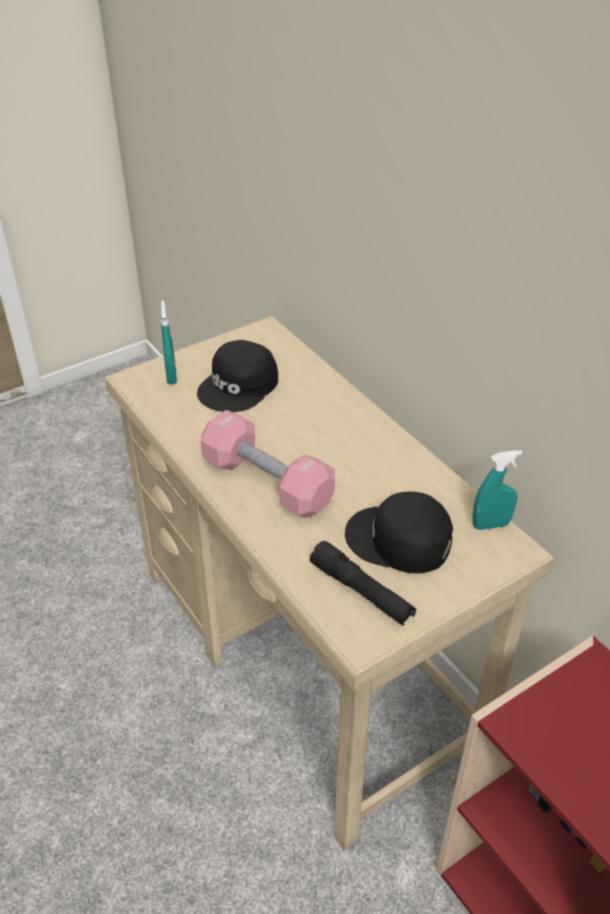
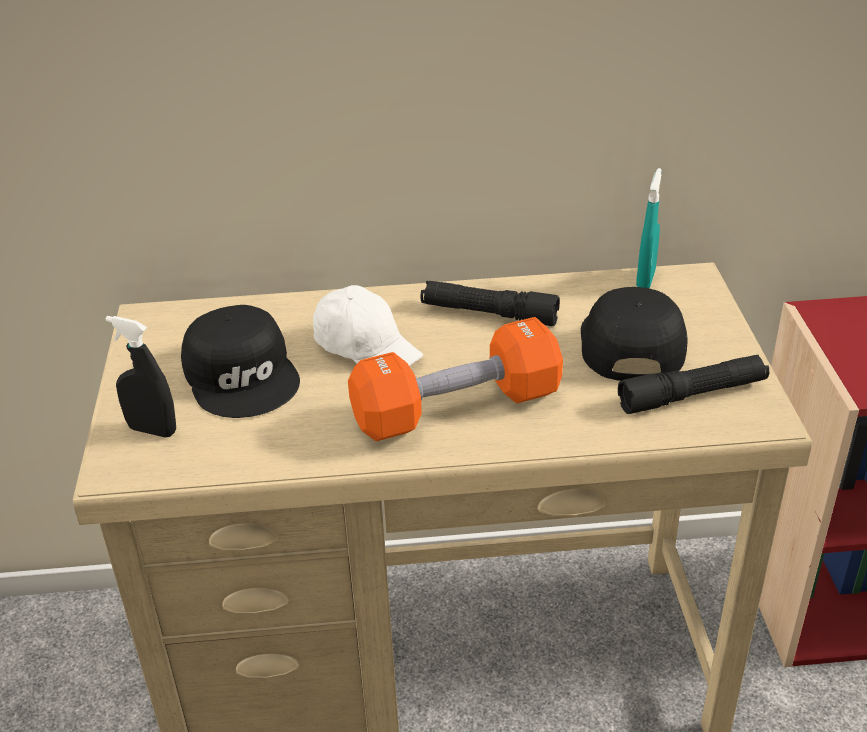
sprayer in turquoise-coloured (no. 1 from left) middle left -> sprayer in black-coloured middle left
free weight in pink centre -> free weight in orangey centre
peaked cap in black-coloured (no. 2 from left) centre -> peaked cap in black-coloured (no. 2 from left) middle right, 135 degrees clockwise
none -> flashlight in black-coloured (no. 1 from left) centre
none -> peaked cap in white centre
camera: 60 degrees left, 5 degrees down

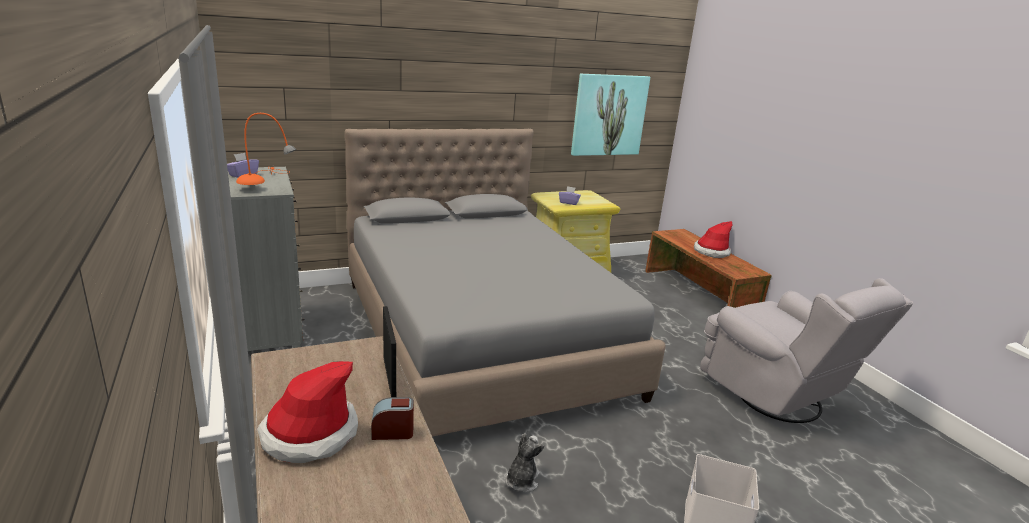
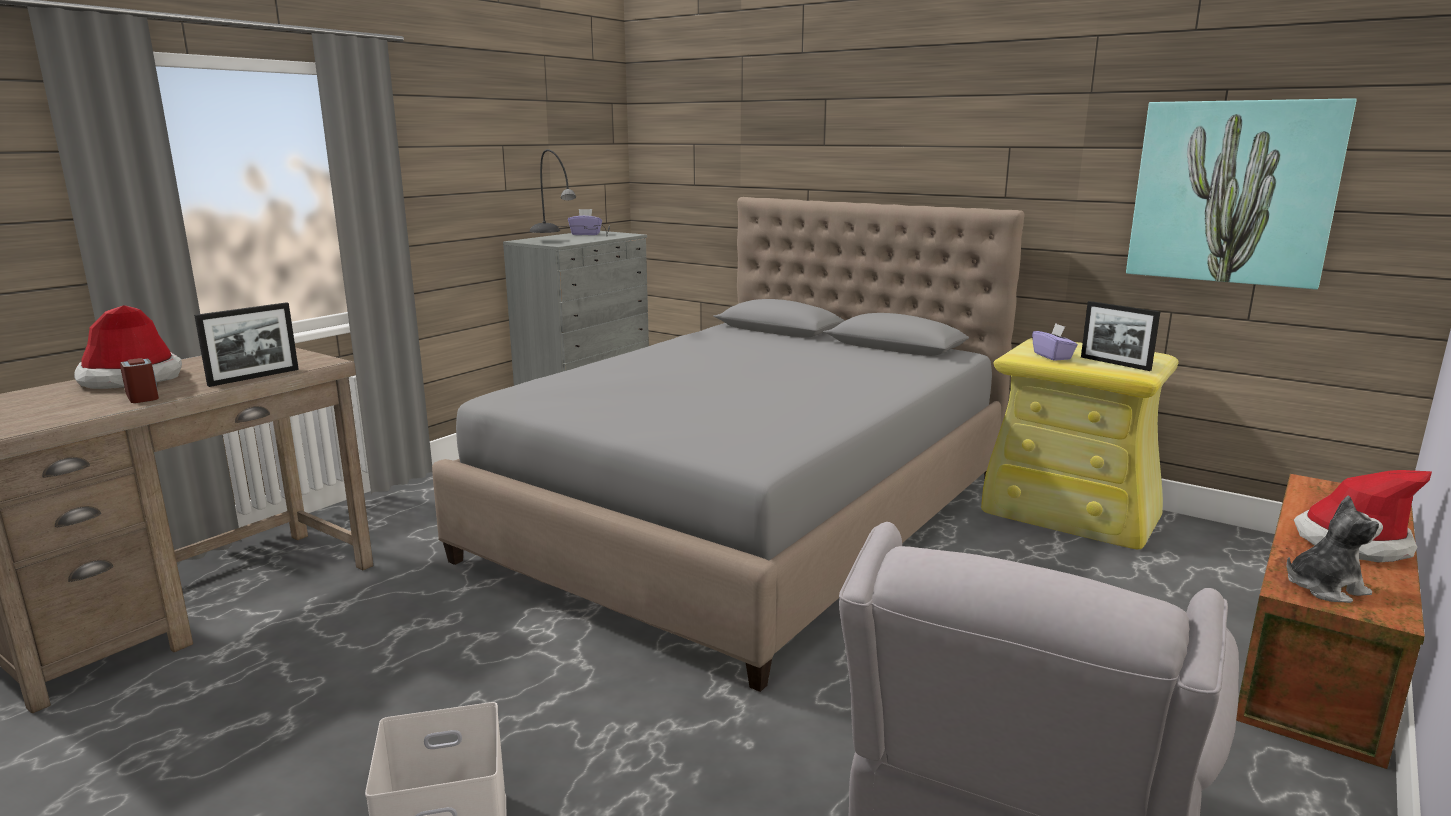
table lamp in orangey top left -> table lamp in greyish top centre
plush toy bottom centre -> plush toy bottom right, relocated
none -> picture frame (no. 2 from left) middle right
camera: 60 degrees right, 5 degrees down

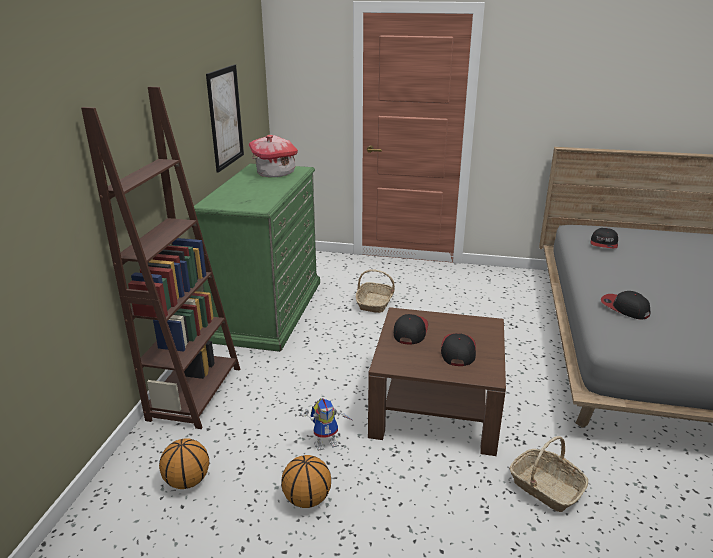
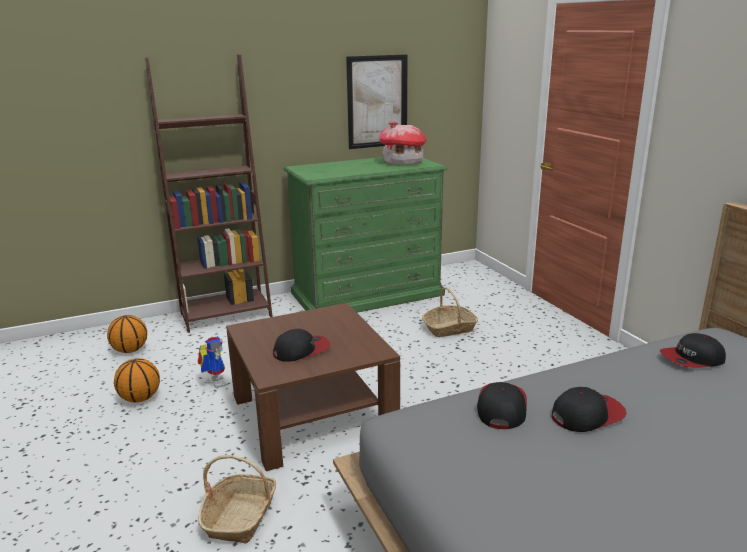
peaked cap (no. 1 from left in the first image) centre -> peaked cap (no. 3 from left) bottom right, relocated
toy robot bottom centre -> toy robot middle left, 150 degrees counterclockwise
camera: 55 degrees right, 5 degrees down

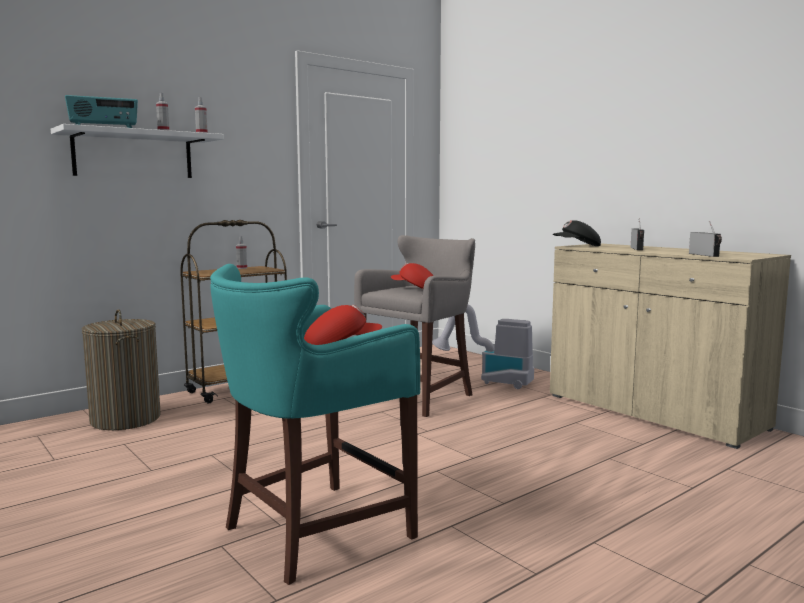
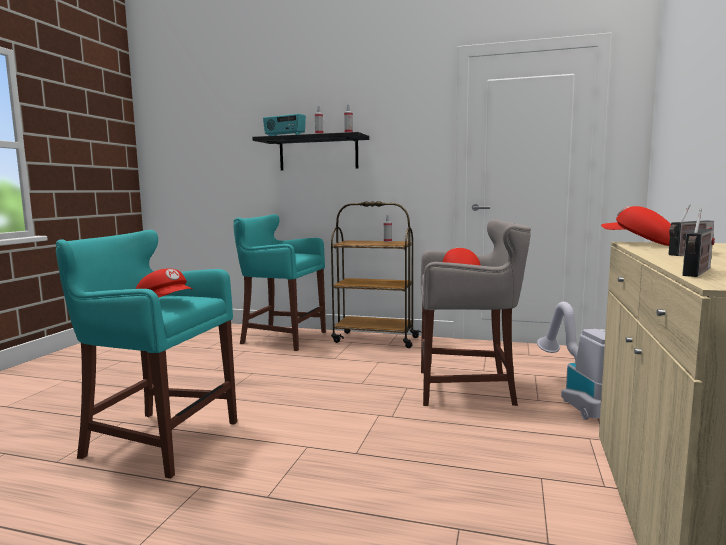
shelf in white top left -> shelf in black-coloured top centre
peaked cap in black-coloured middle right -> peaked cap in red (no. 3 from left) middle right
washing basket middle left -> stool in turquoise-coloured (no. 2 from left) centre
camera: 55 degrees right, 0 degrees up

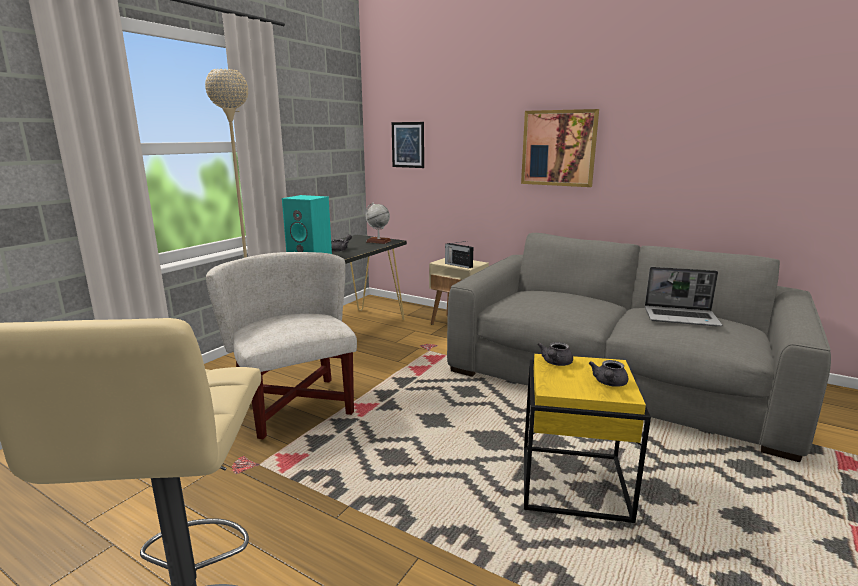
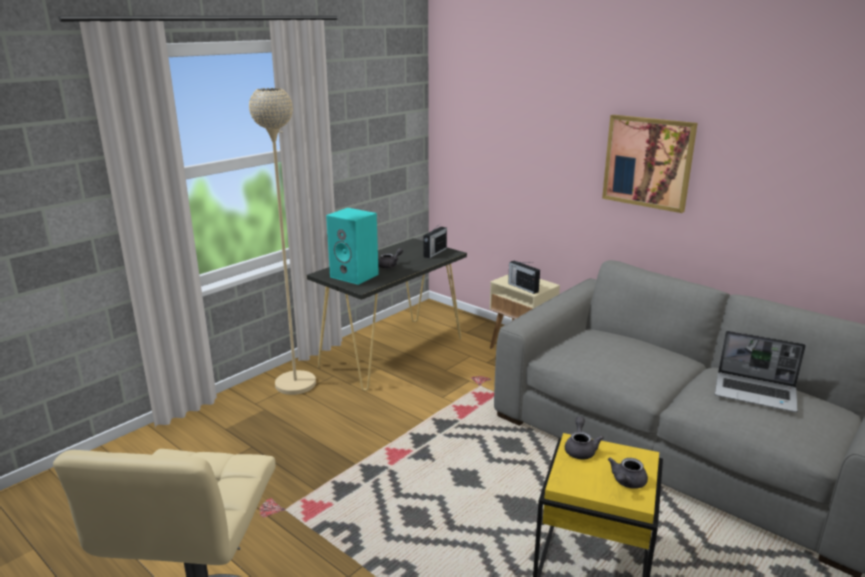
picture (no. 1 from left) top centre -> none
world globe centre -> radio set (no. 1 from left) centre
armchair in white middle left -> none
pot for tea in greyish (no. 2 from left) centre -> pot for tea in greyish (no. 2 from left) bottom right, 150 degrees clockwise
camera: 10 degrees right, 5 degrees up

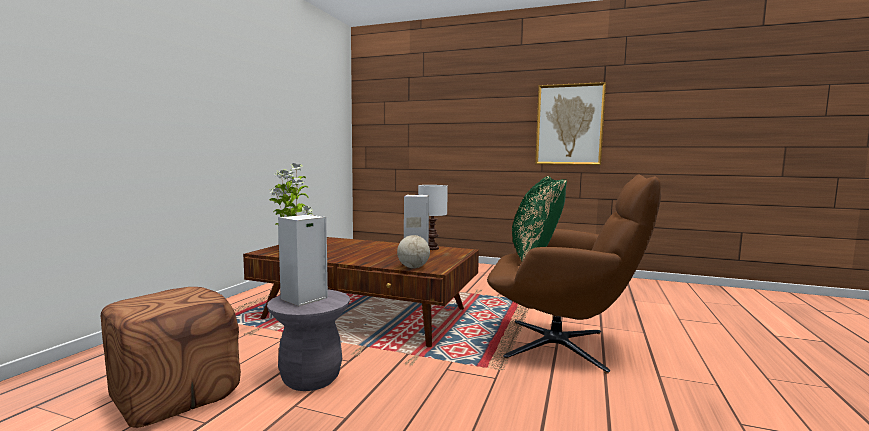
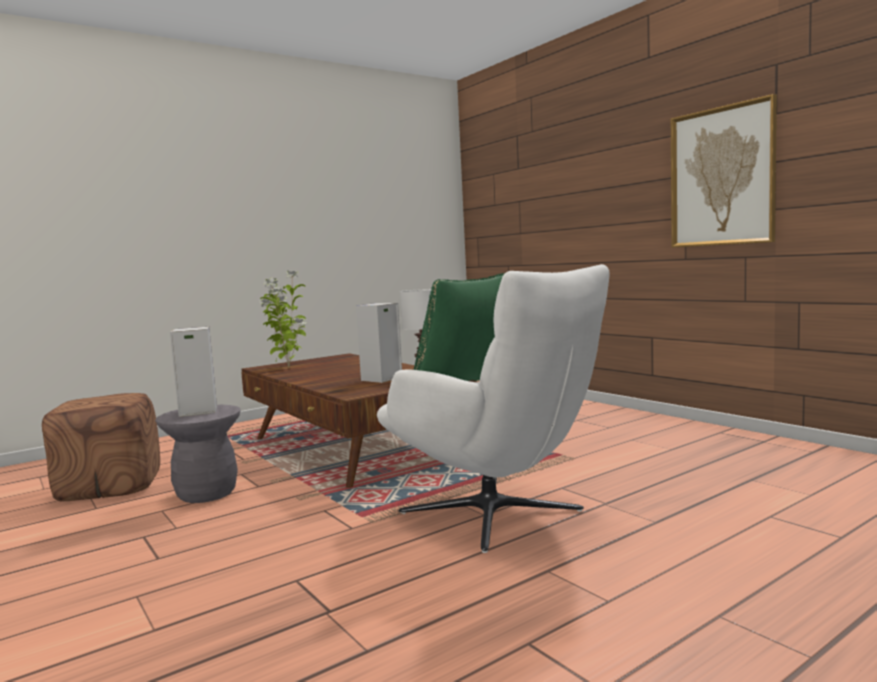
armchair in brown-coloured centre -> armchair in white centre
world globe centre -> none
camera: 35 degrees right, 0 degrees up

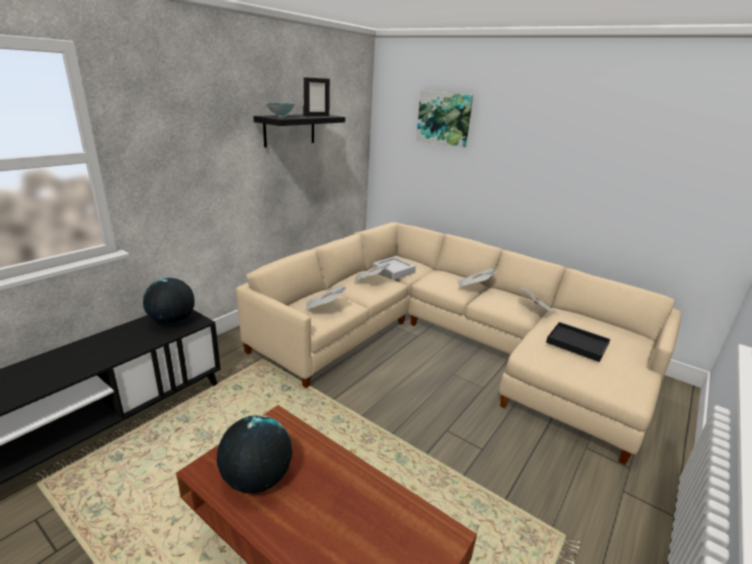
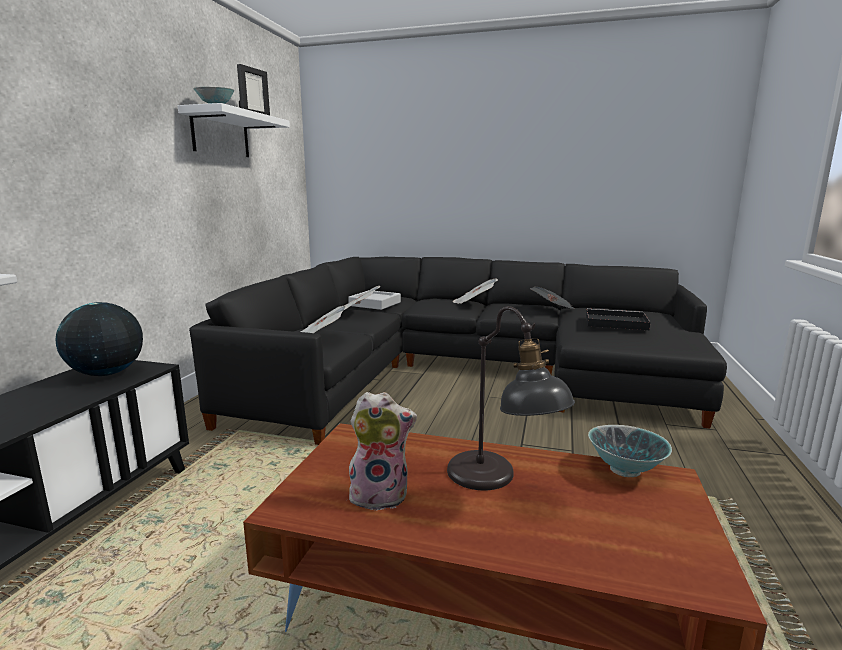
picture top centre -> none
shelf in black-coloured top centre -> shelf in white top left
couch in beige-coloured centre -> couch in black-coloured centre
world globe (no. 2 from left) bottom centre -> plush toy bottom centre
none -> table lamp in greyish centre
none -> bowl (no. 2 from left) bottom right
camera: 20 degrees left, 10 degrees down

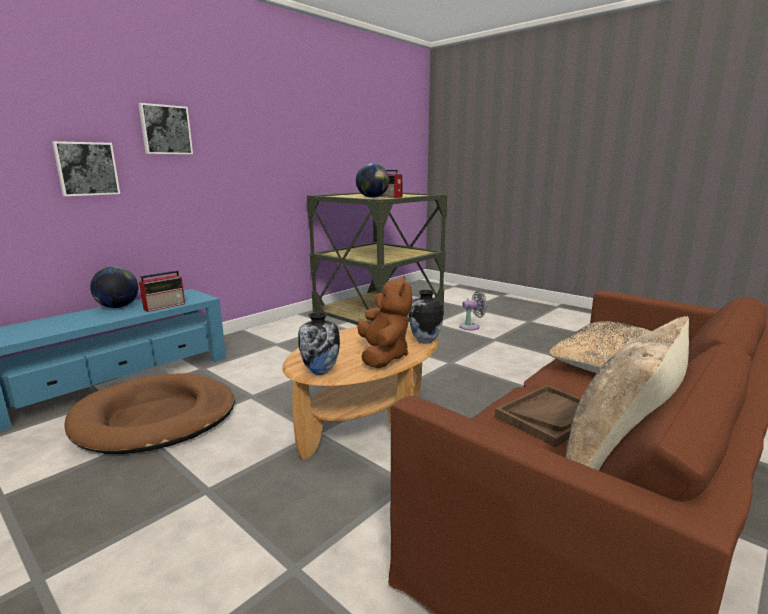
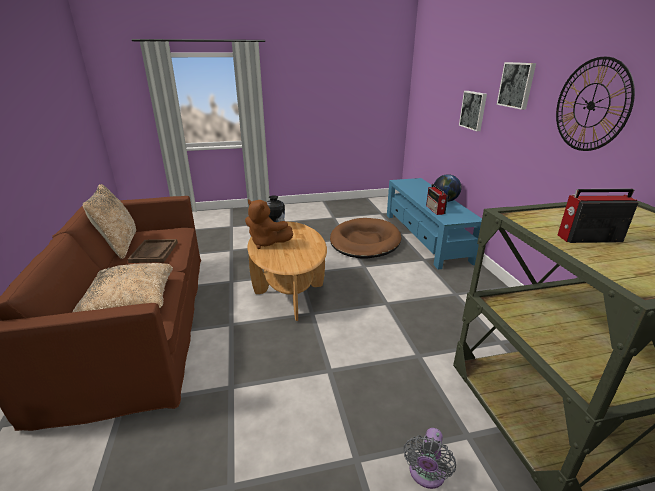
world globe (no. 2 from left) top centre -> none
vase (no. 2 from left) centre -> none
none -> wall clock top right
camera: 125 degrees right, 10 degrees up

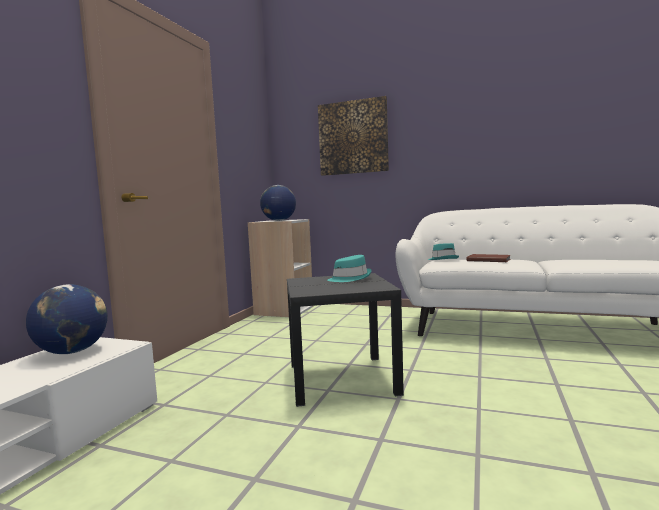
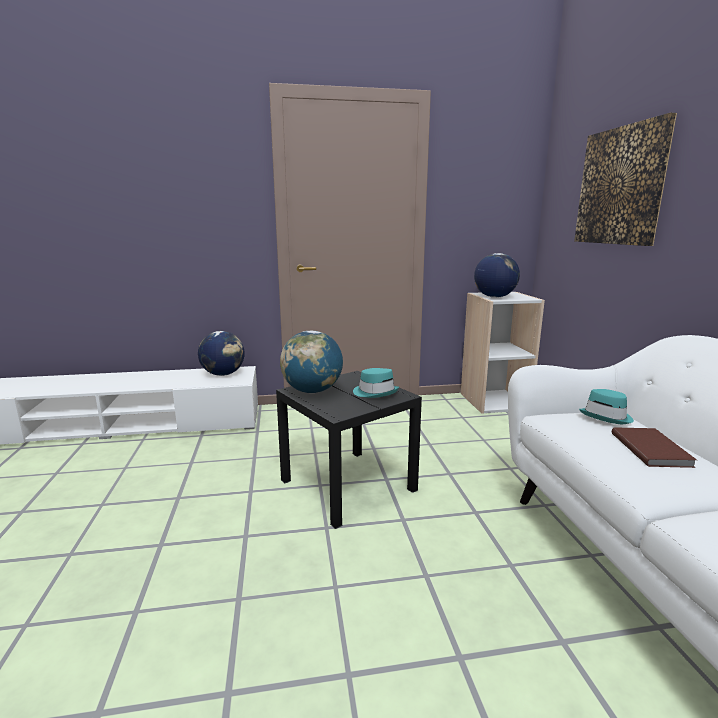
none -> world globe (no. 2 from left) centre
camera: 60 degrees right, 10 degrees up

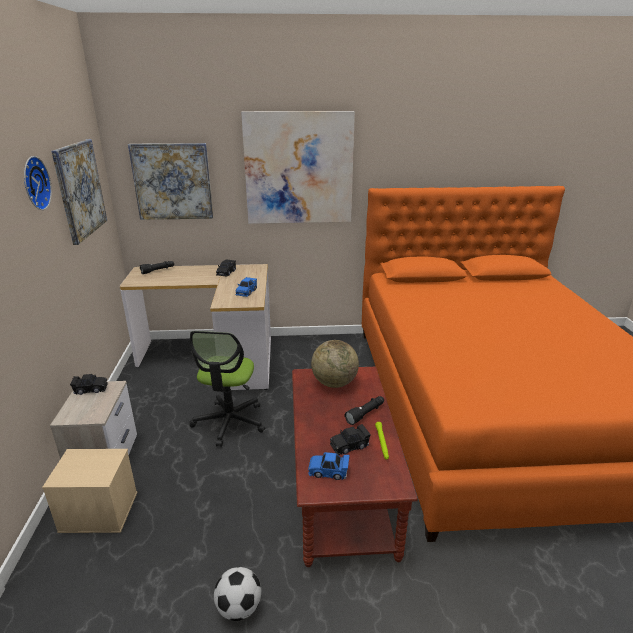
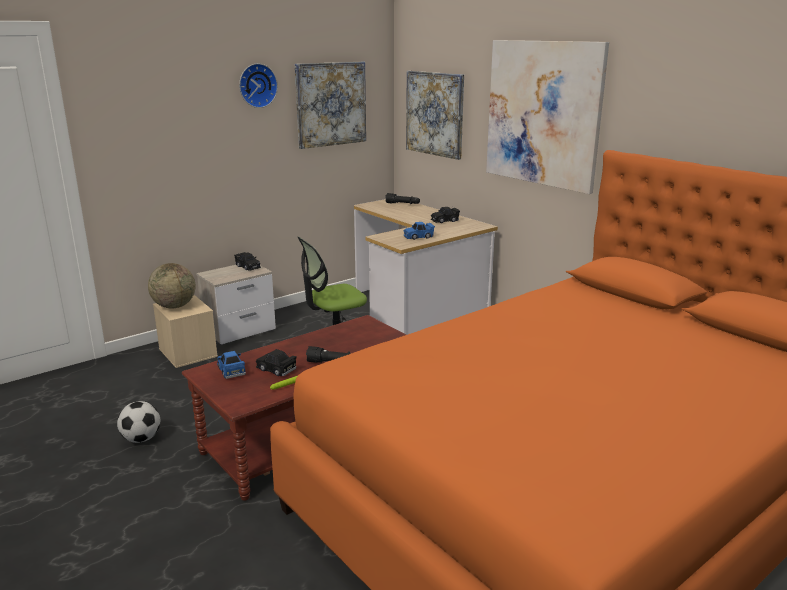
world globe centre -> world globe middle left, relocated
camera: 55 degrees right, 5 degrees down

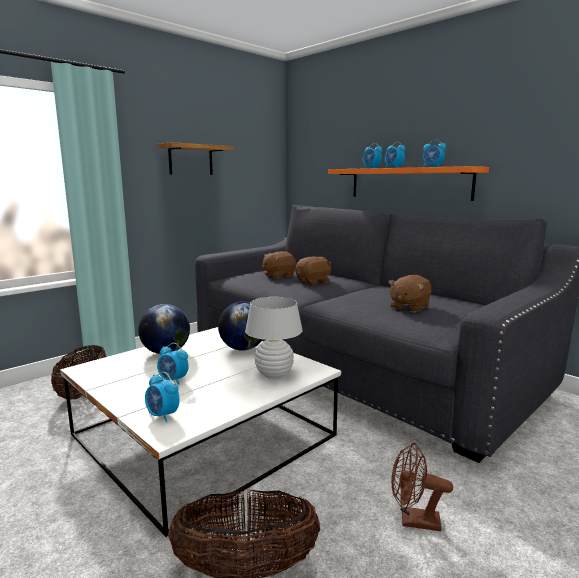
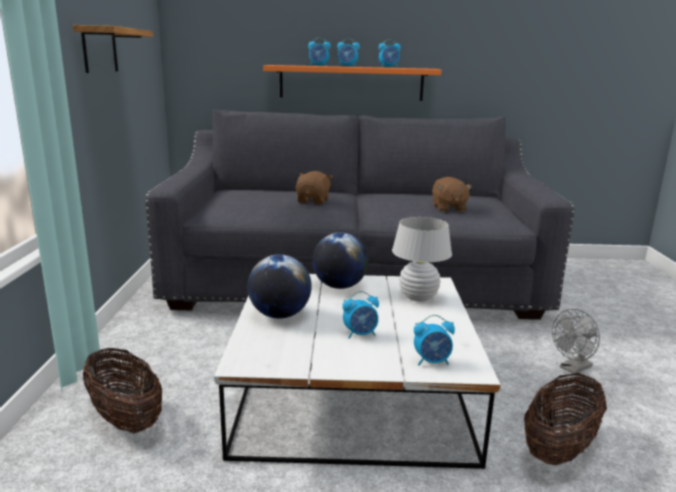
plush toy in brown-coloured (no. 1 from left) centre -> none
cooling fan in brown-coloured bottom right -> cooling fan in greyish bottom right
camera: 45 degrees left, 5 degrees up

